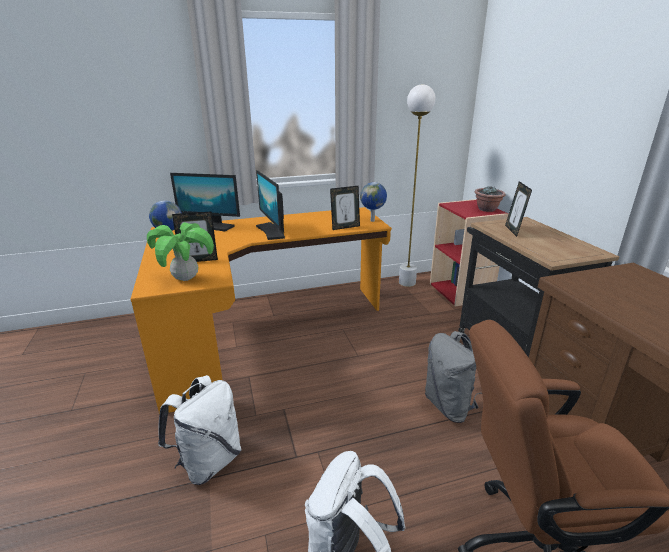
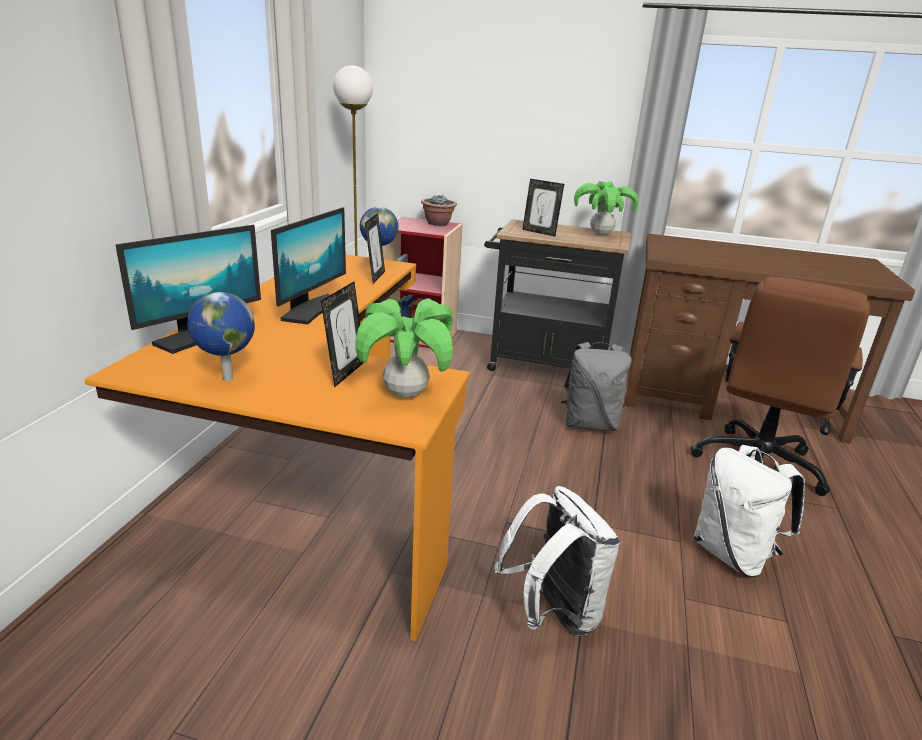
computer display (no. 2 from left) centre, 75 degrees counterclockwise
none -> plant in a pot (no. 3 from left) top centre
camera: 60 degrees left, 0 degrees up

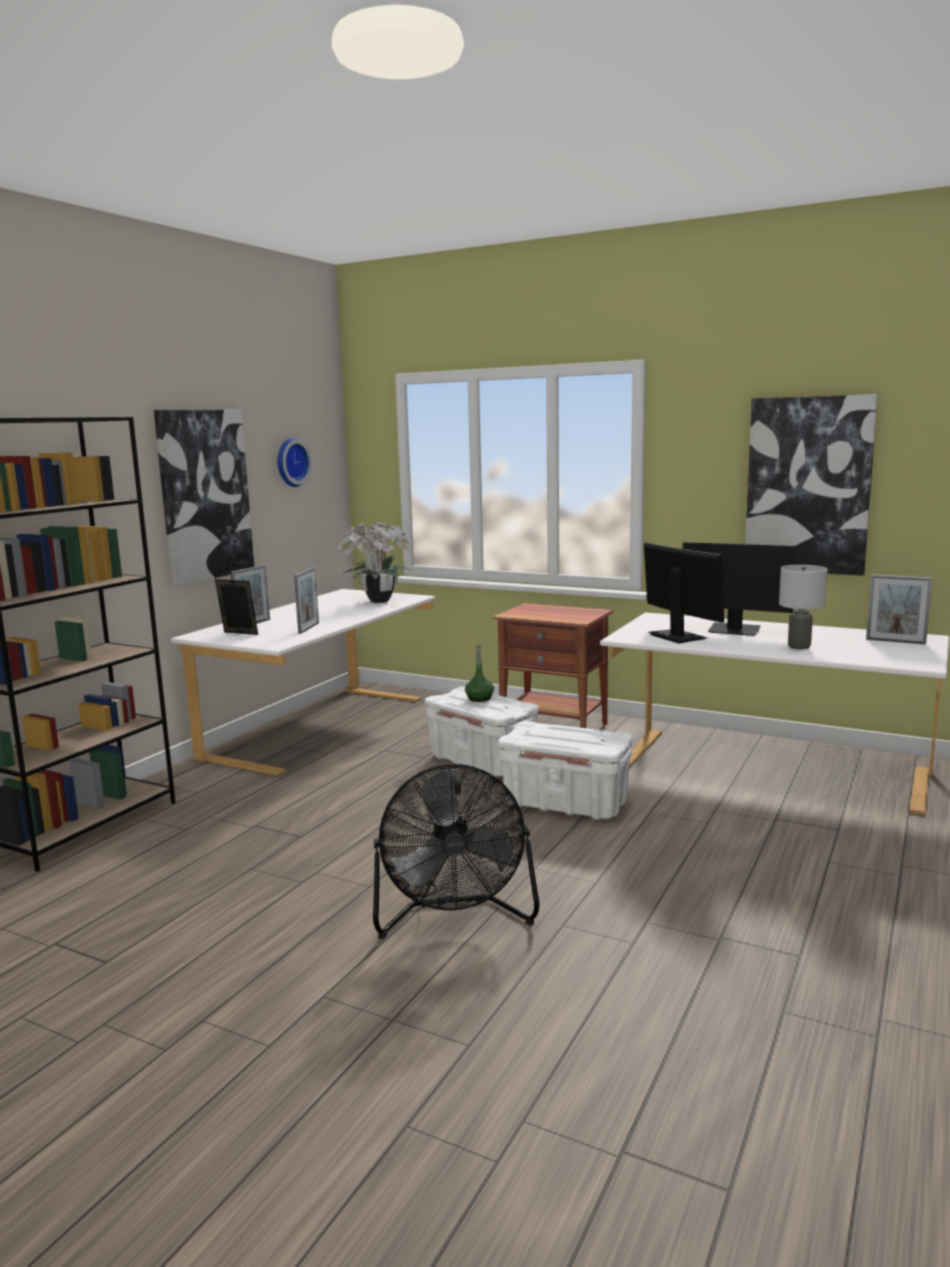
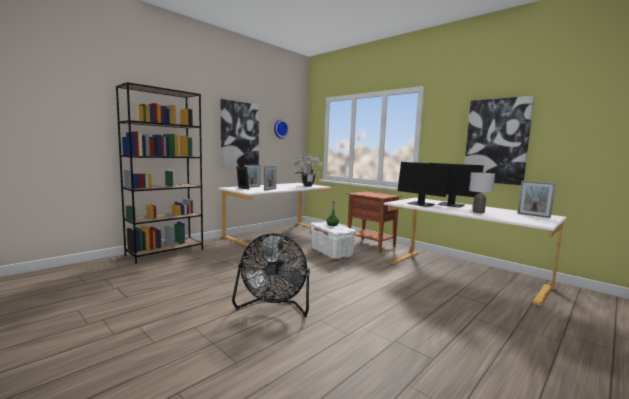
computer display (no. 1 from left) middle right, 150 degrees clockwise
storage container in white (no. 2 from left) centre -> none
camera: 15 degrees right, 5 degrees down

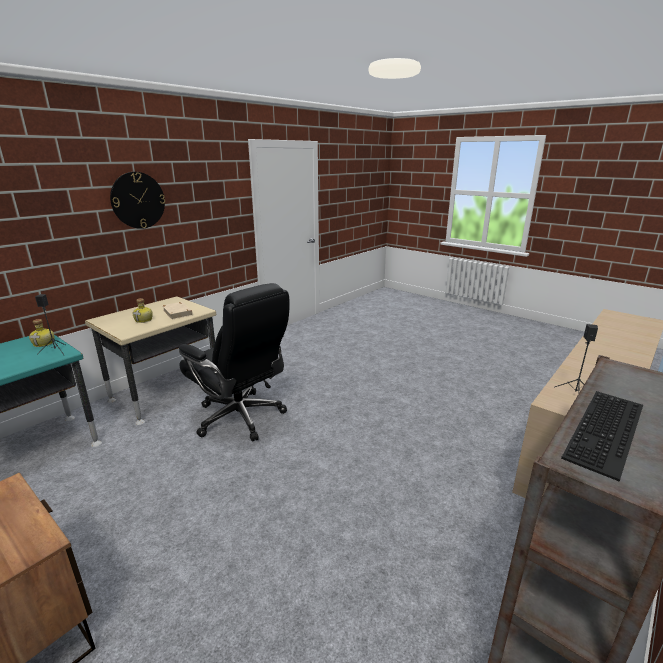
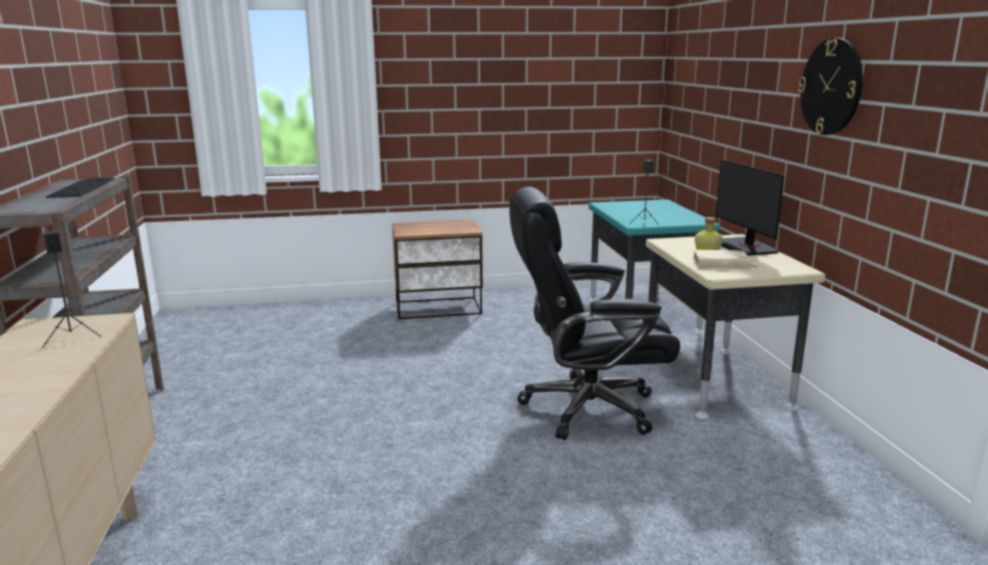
drink bottle (no. 1 from left) middle left -> none
none -> computer display middle right
camera: 130 degrees right, 5 degrees down

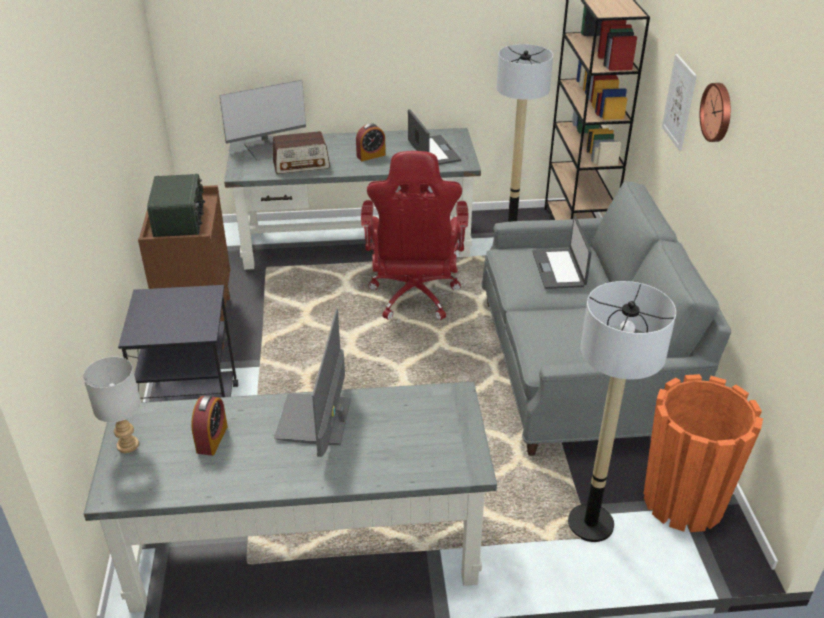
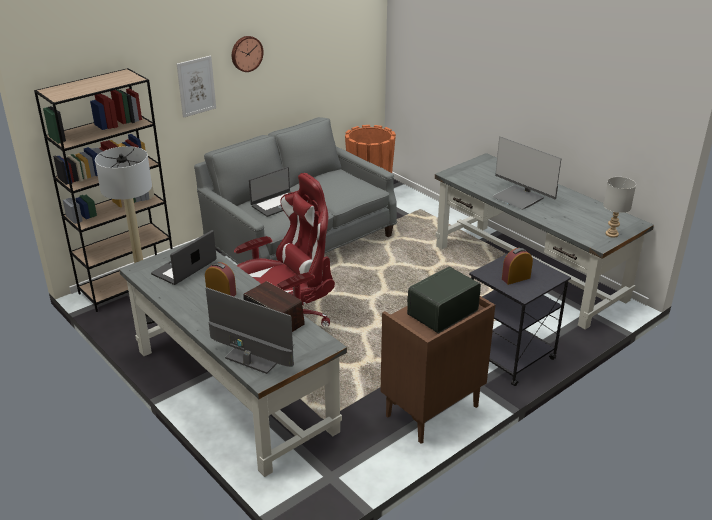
standard lamp (no. 2 from left) middle right -> none
computer display (no. 2 from left) centre -> computer display (no. 2 from left) top right, 75 degrees clockwise
bedside clock (no. 1 from left in the first image) bottom left -> bedside clock (no. 2 from left) middle right, relocated
camera: 125 degrees left, 5 degrees down

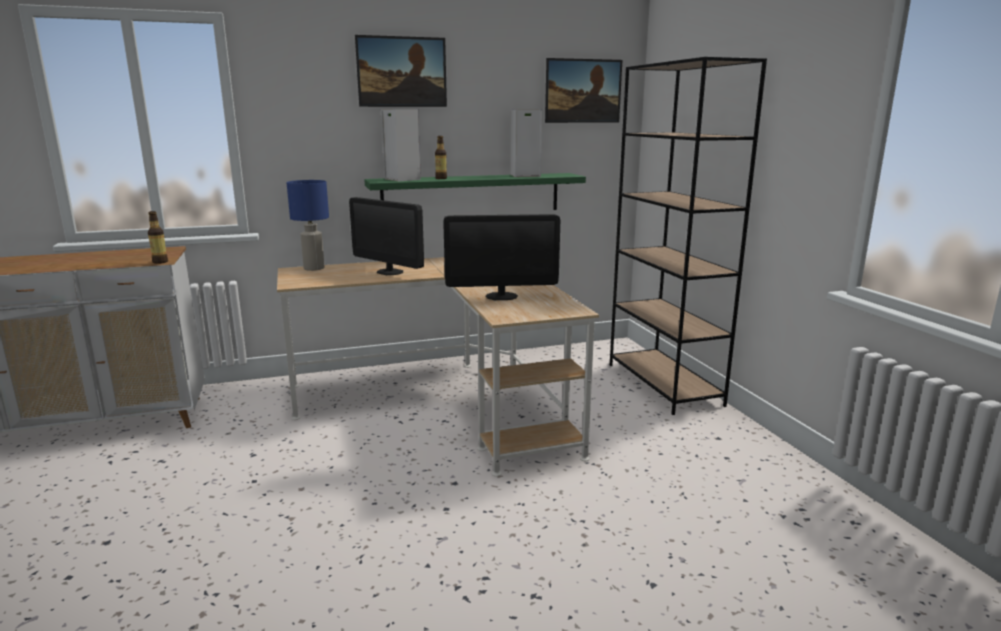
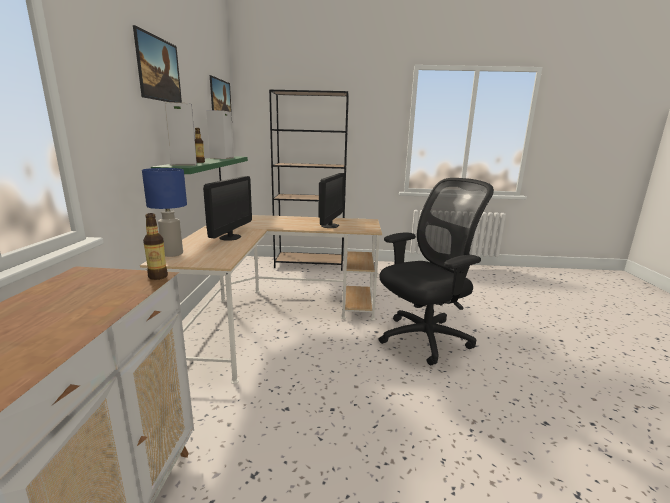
computer display (no. 1 from left) centre, 45 degrees counterclockwise
none -> office chair in black-coloured centre
camera: 70 degrees left, 0 degrees up

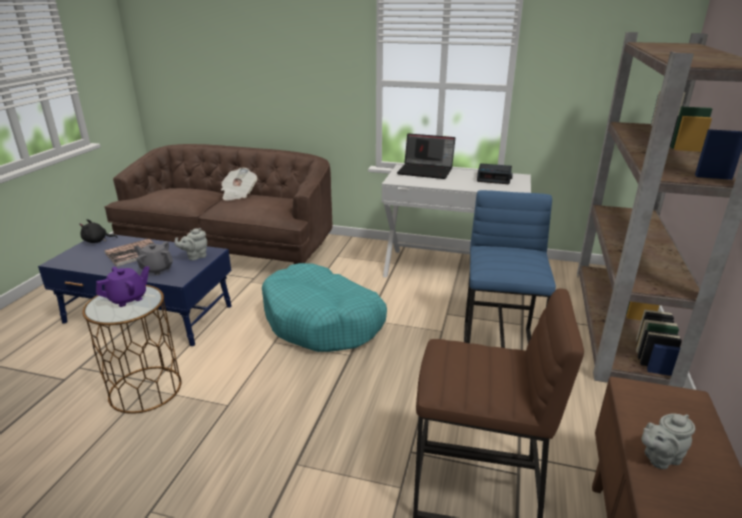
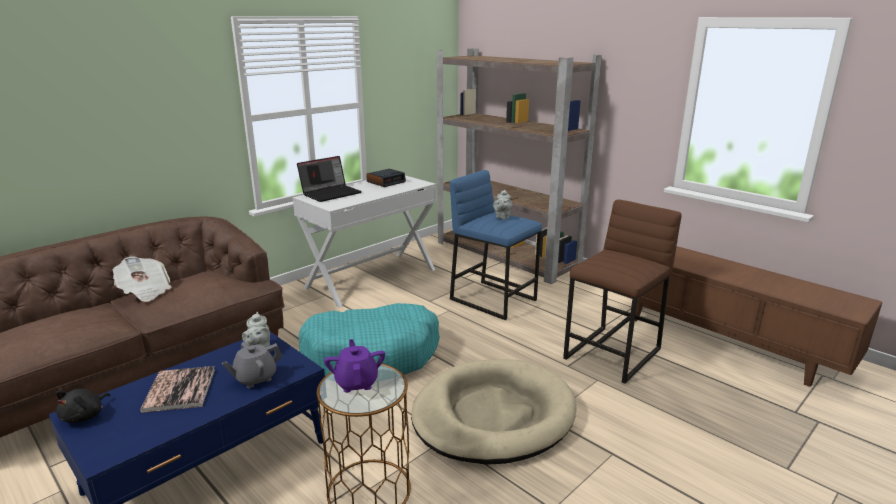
pot for tea in greyish (no. 3 from left) bottom right -> pot for tea in greyish (no. 3 from left) centre, relocated
none -> dog cushion in beige-coloured bottom centre
camera: 60 degrees left, 5 degrees down

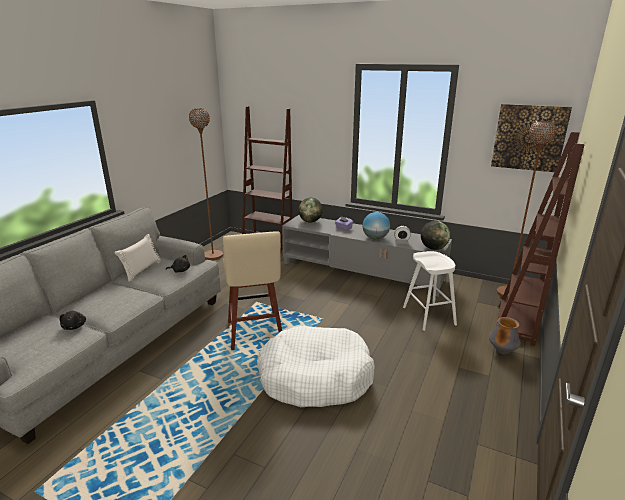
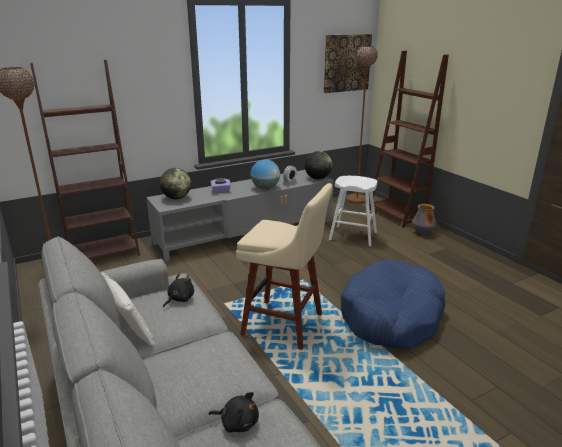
dog cushion in white bottom centre -> dog cushion in bluish bottom right
camera: 55 degrees left, 0 degrees up

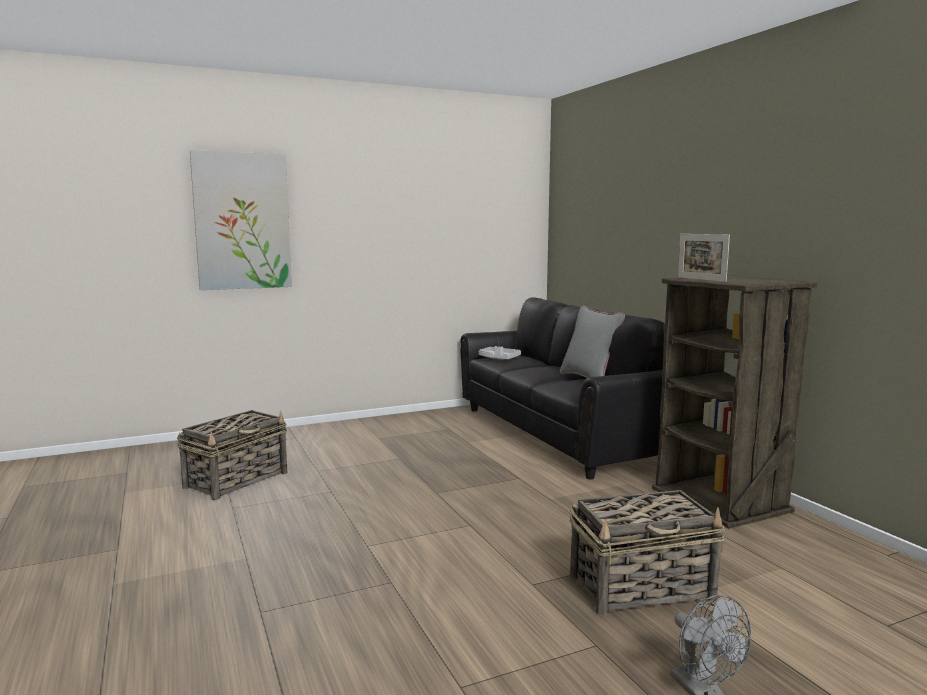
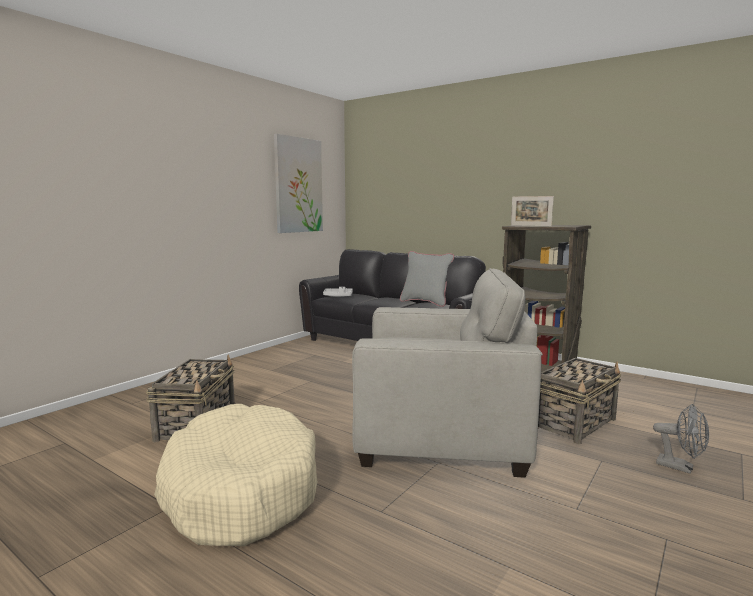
picture top left -> picture top centre, relocated
none -> armchair in greyish centre
none -> dog cushion in beige-coloured bottom left
camera: 30 degrees left, 0 degrees up

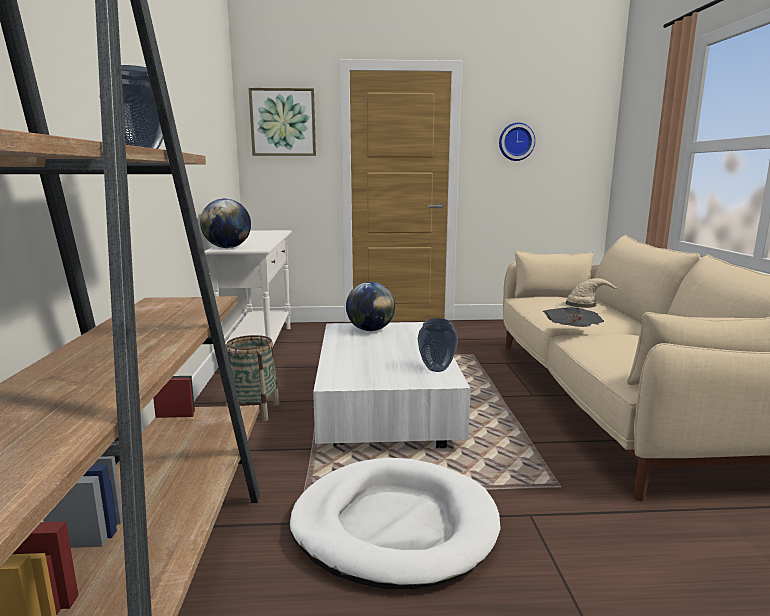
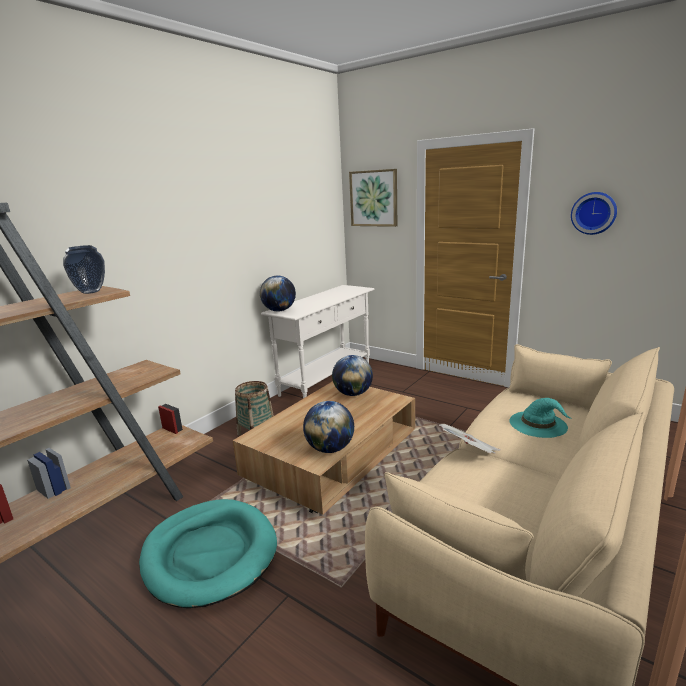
clothing hat in beige-coloured middle right -> clothing hat in turquoise-coloured middle right
vase (no. 2 from left) centre -> world globe (no. 2 from left) centre
low table in white centre -> low table in brown-coloured centre
dog cushion in white bottom centre -> dog cushion in turquoise-coloured bottom left
camera: 40 degrees right, 5 degrees up

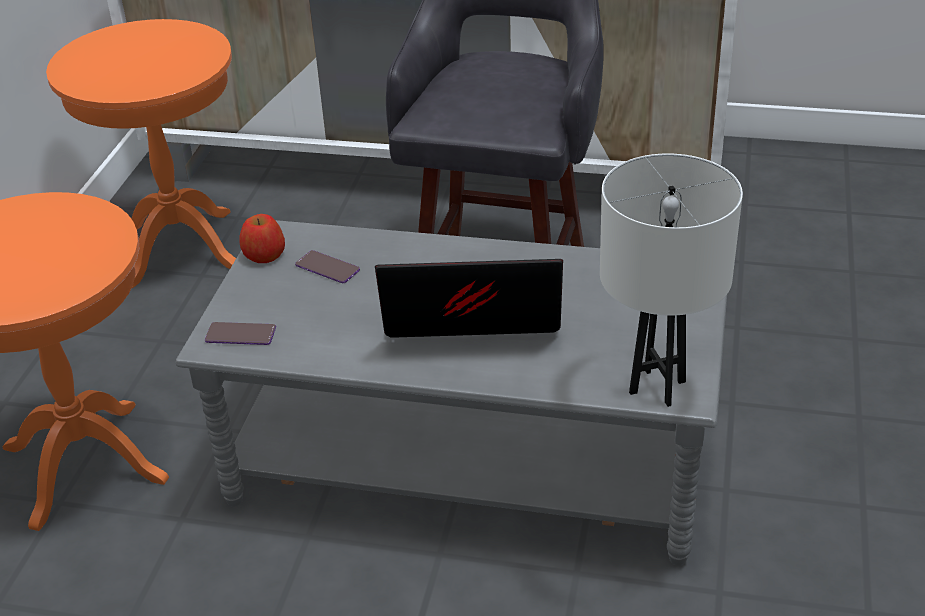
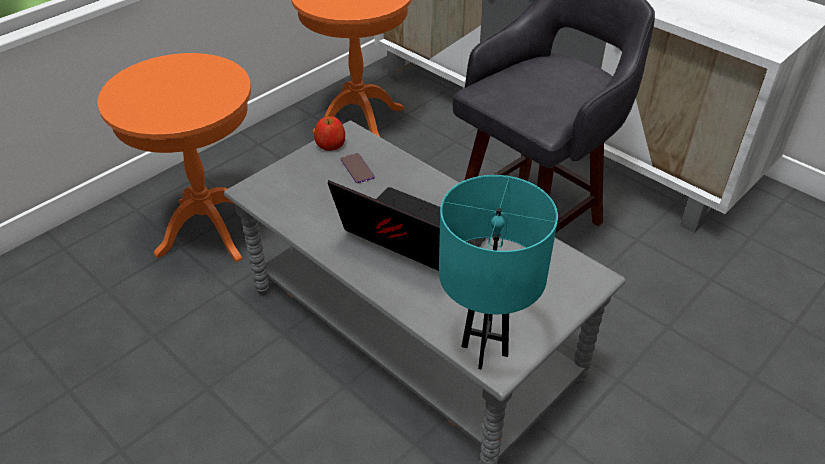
table lamp in white middle right -> table lamp in turquoise-coloured centre
phone (no. 1 from left) middle left -> none
camera: 30 degrees right, 5 degrees up

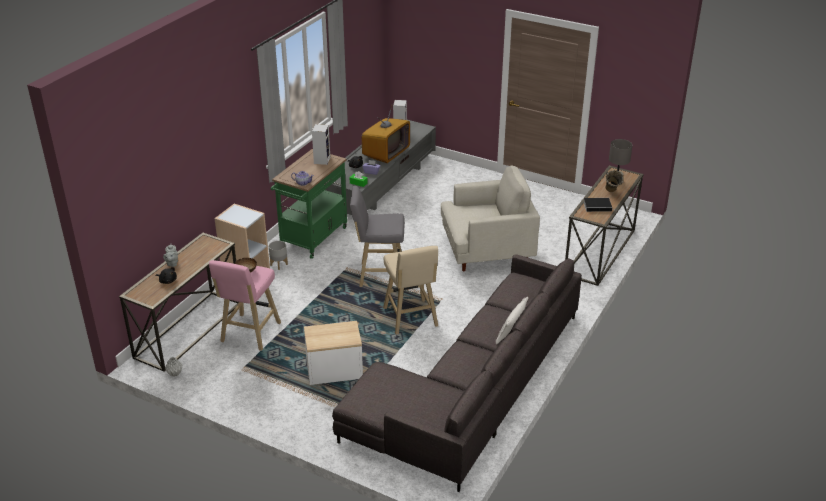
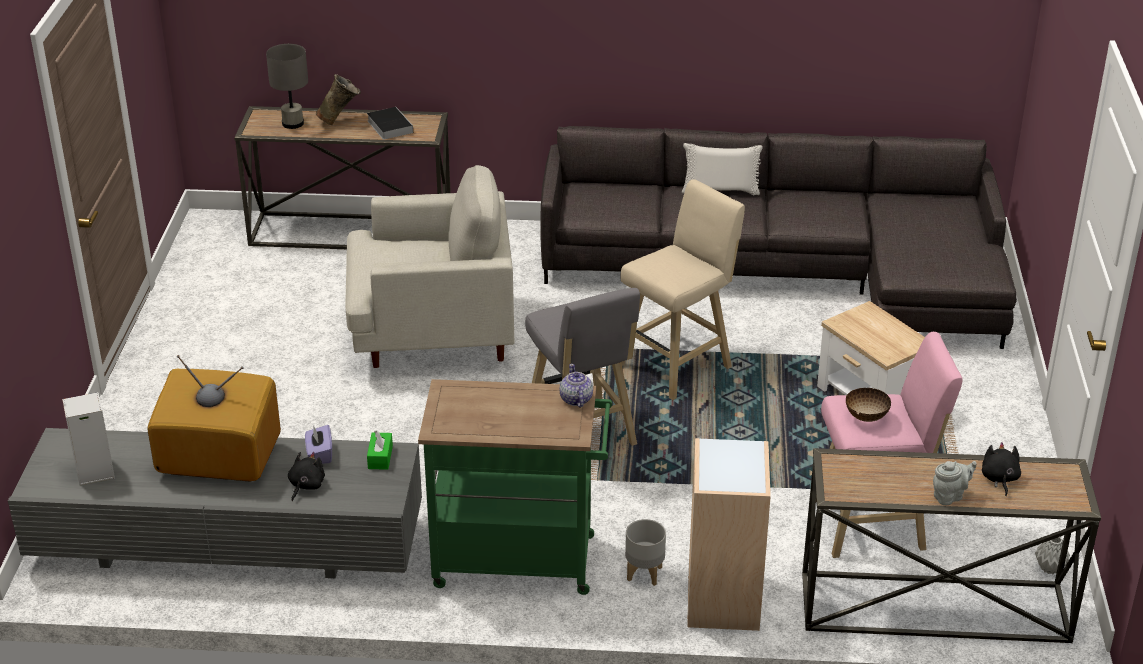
speaker (no. 1 from left) top centre -> none
armchair in beige-coloured centre, 120 degrees clockwise
camera: 115 degrees left, 0 degrees up

